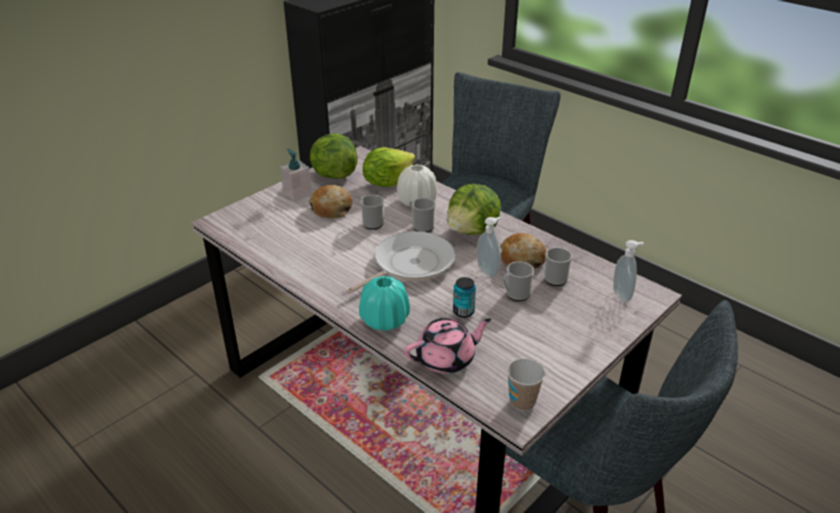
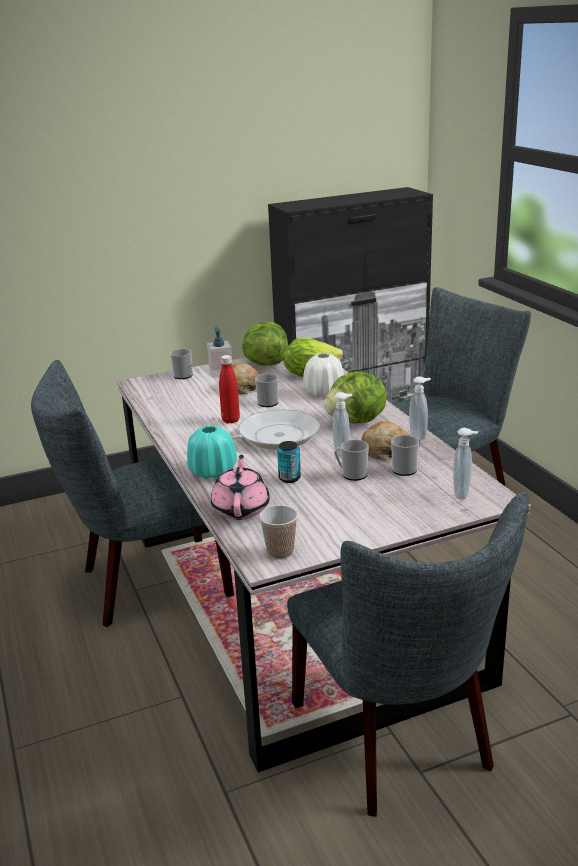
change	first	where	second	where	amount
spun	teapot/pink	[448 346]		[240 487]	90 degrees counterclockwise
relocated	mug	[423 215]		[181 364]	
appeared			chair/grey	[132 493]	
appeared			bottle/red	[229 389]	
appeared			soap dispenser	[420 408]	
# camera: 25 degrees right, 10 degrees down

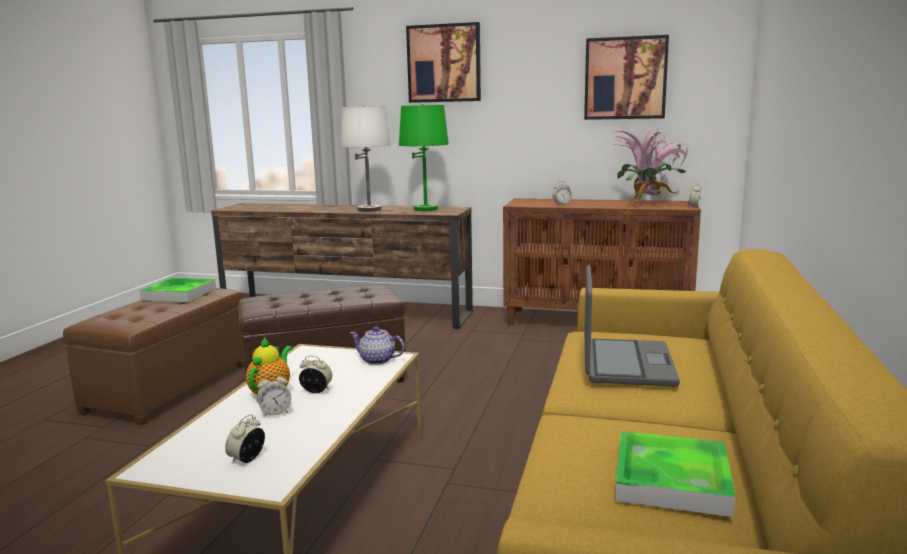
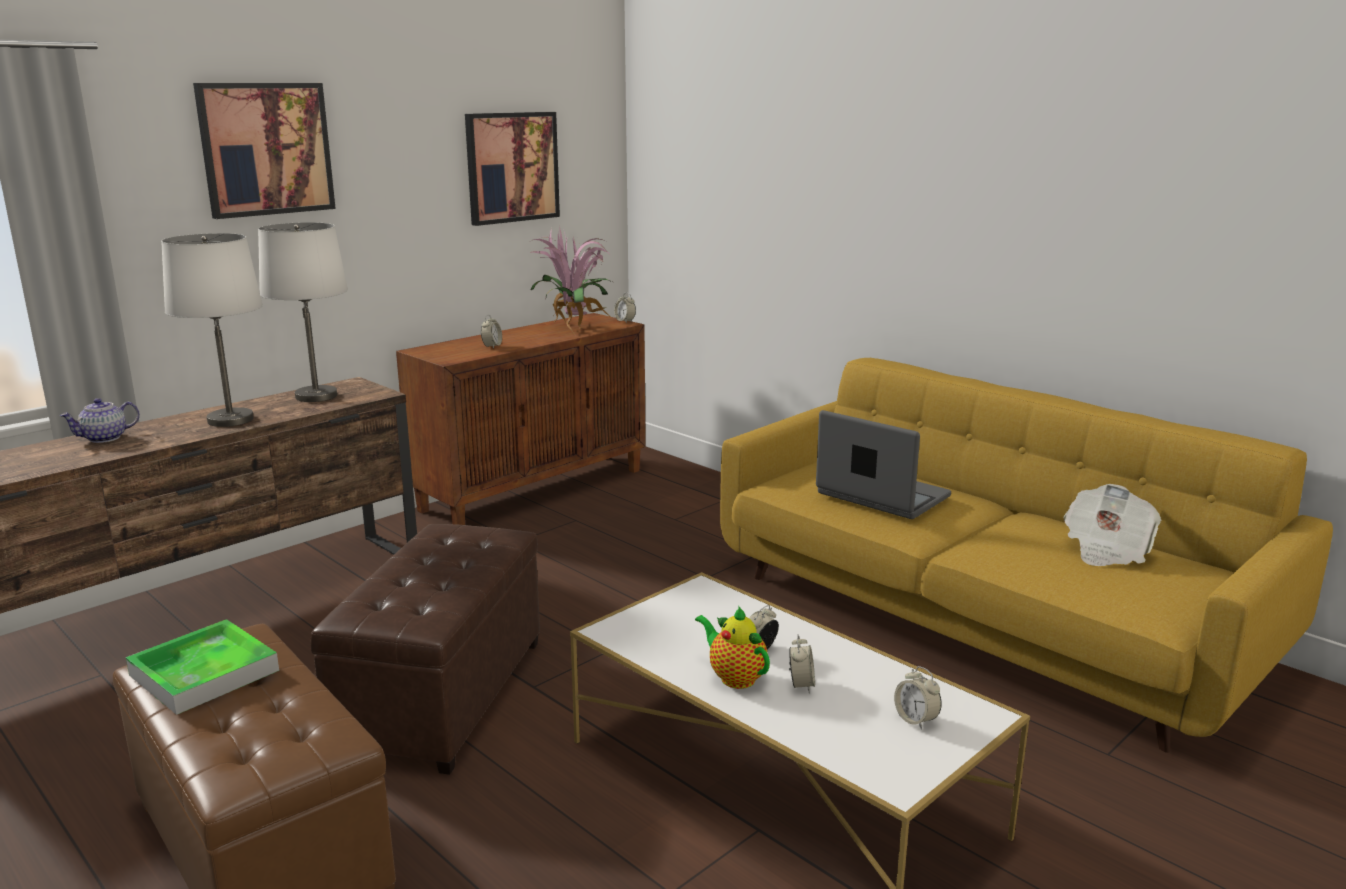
change	first	where	second	where	amount
relocated	teapot	[377 346]		[99 420]	
colour	table lamp/green	[424 157]	table lamp/white	[303 312]	
exchanged	tray	[675 474]	newspaper	[1112 525]	
# camera: 60 degrees left, 5 degrees up

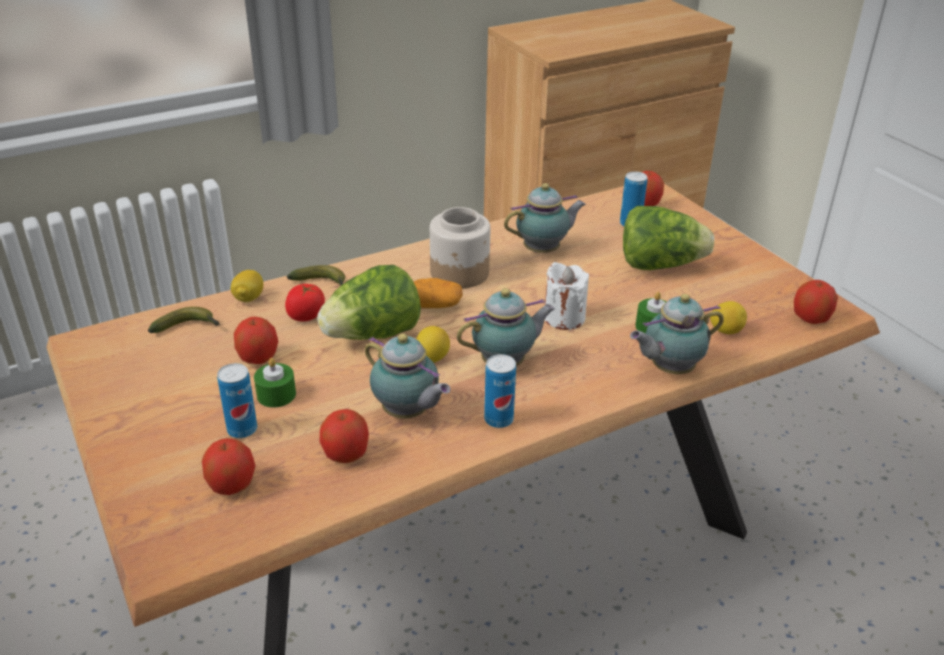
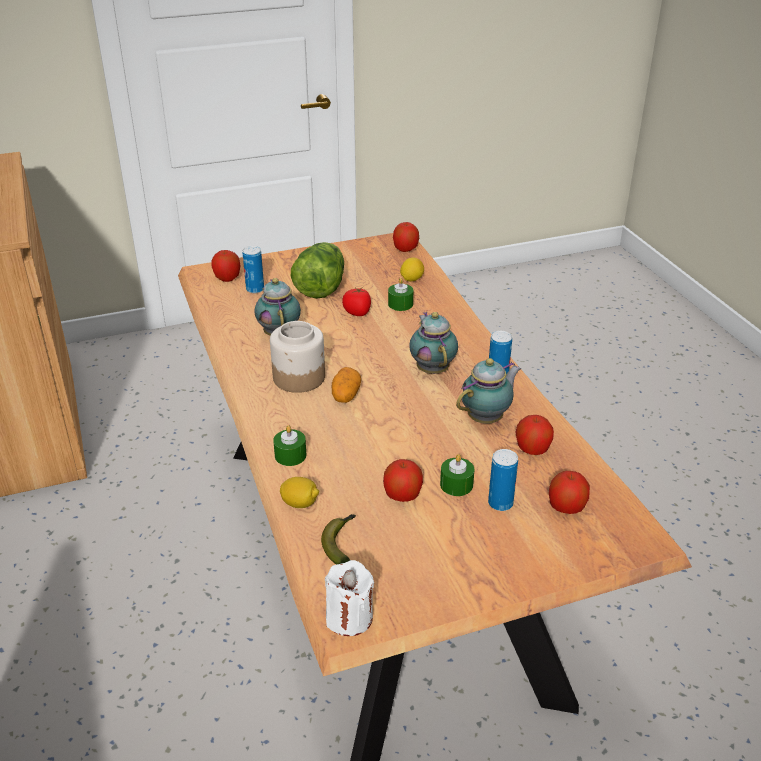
change	first	where	second	where	amount
relocated	tomato	[305 302]		[356 301]	
exchanged	banana	[316 275]	candle/green	[290 445]	
missing	lettuce	[369 302]			
missing	lemon	[433 344]			
relocated	candle/white	[567 296]		[349 598]	
missing	teapot	[677 334]			
# camera: 80 degrees left, 0 degrees up

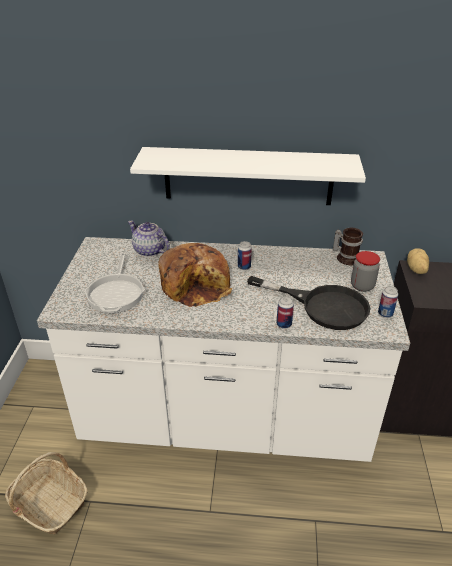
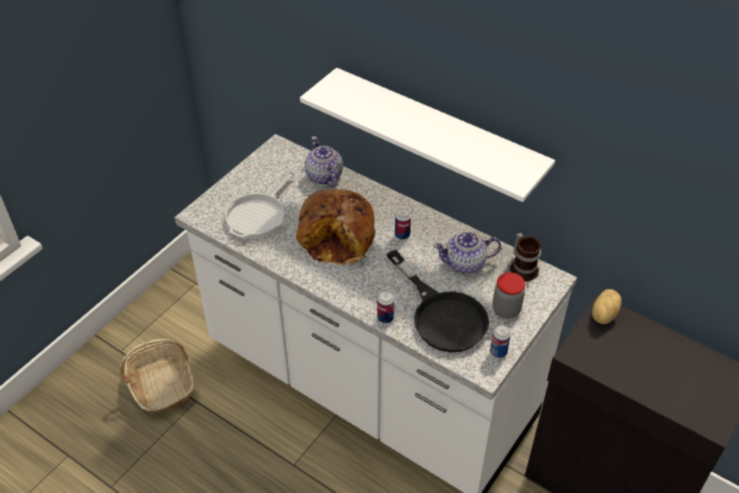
change	first	where	second	where	amount
appeared			teapot	[467 252]	
# camera: 30 degrees right, 10 degrees up

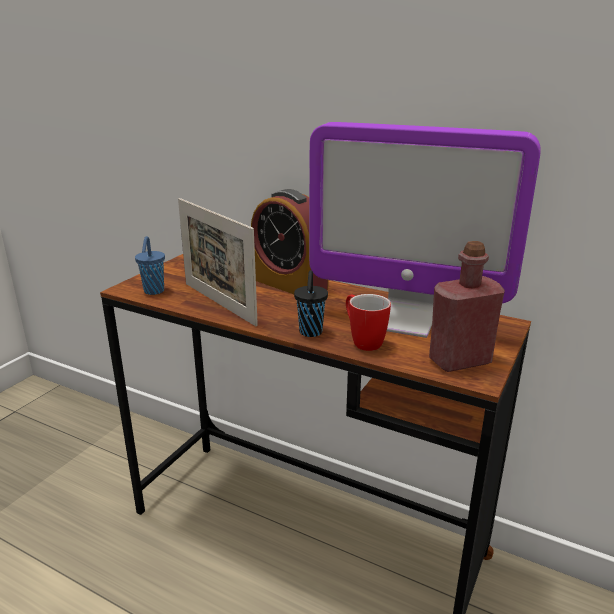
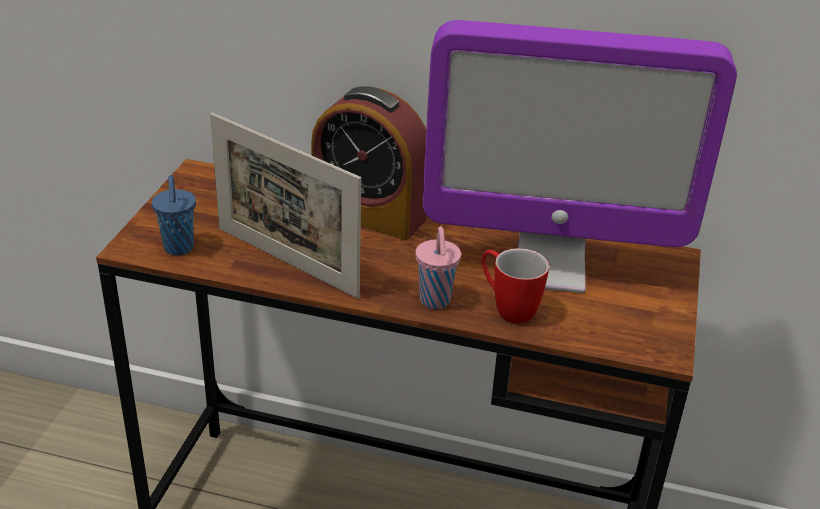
change	first	where	second	where	amount
colour	cup/black	[311 303]	cup/pink	[438 267]	
missing	bottle/red	[467 306]			
# camera: 15 degrees left, 10 degrees up

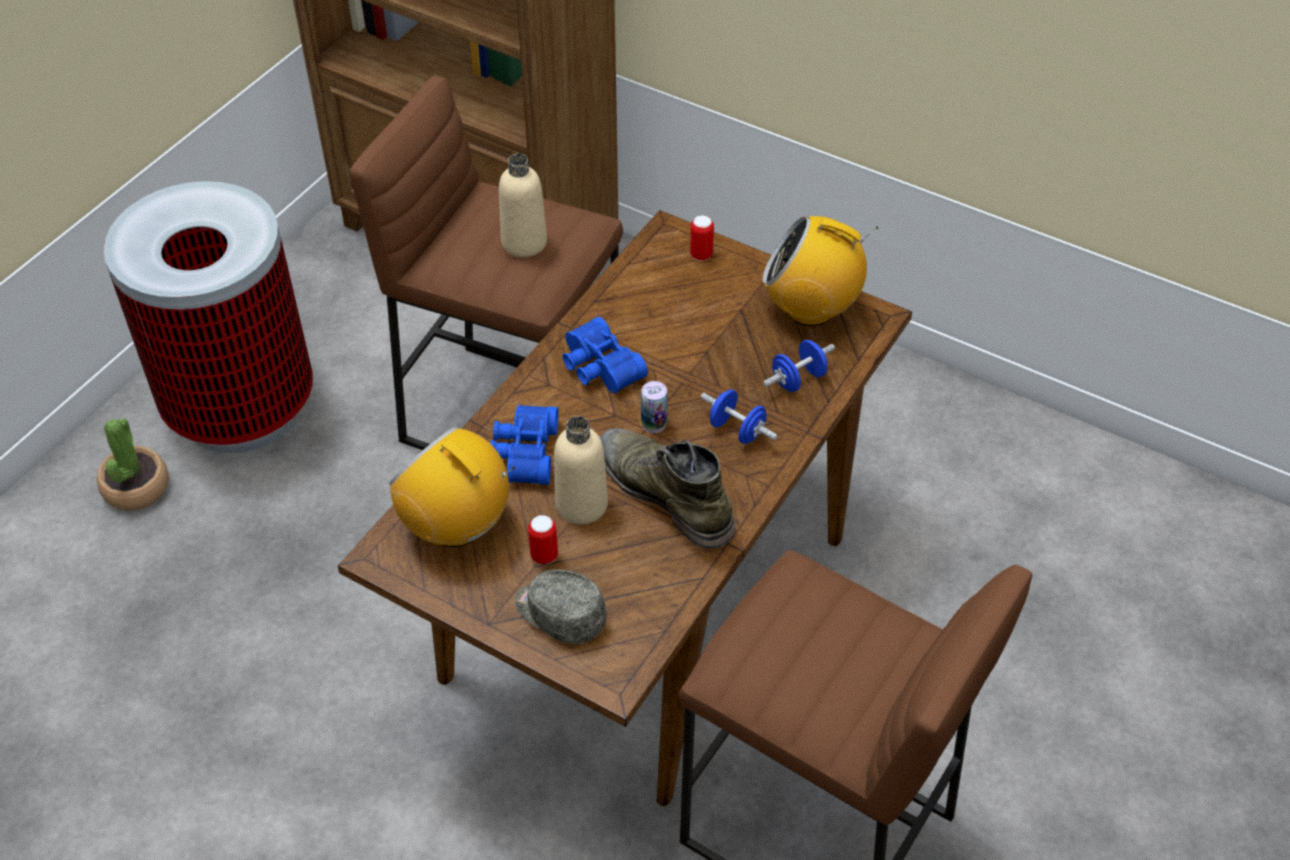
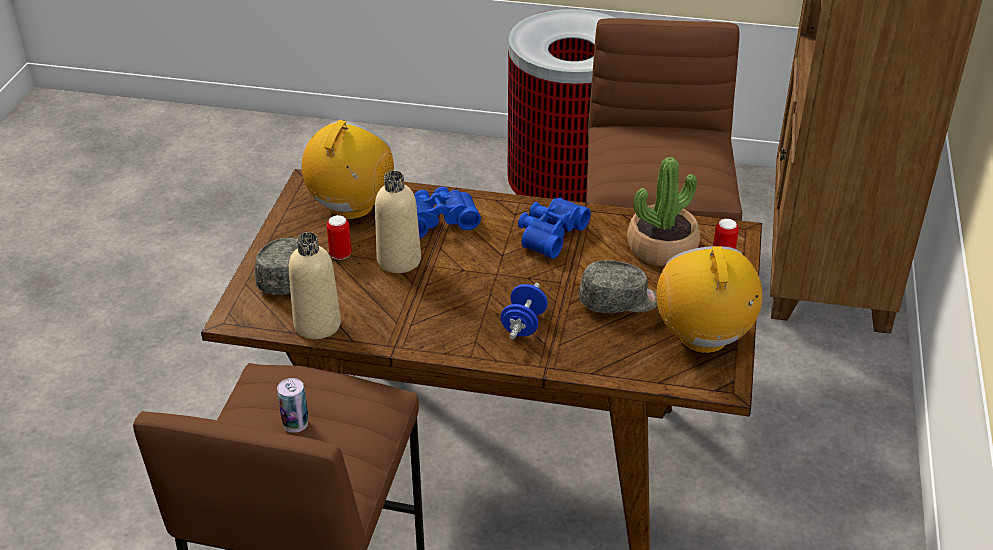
change	first	where	second	where	amount
relocated	potted plant	[133 464]		[663 211]	
relocated	bottle/beige	[523 205]		[315 285]	
missing	boot/green	[667 488]			
relocated	can	[654 407]		[293 405]	
missing	dumbbell/blue	[799 366]			
appeared			cap/grey	[618 286]	
# camera: 70 degrees right, 10 degrees down

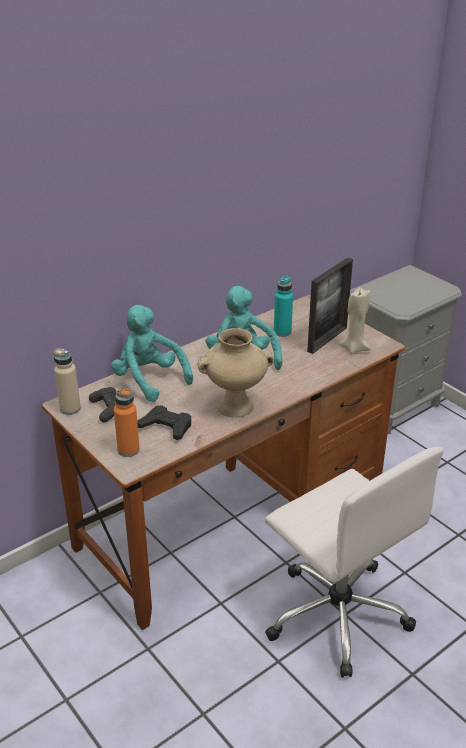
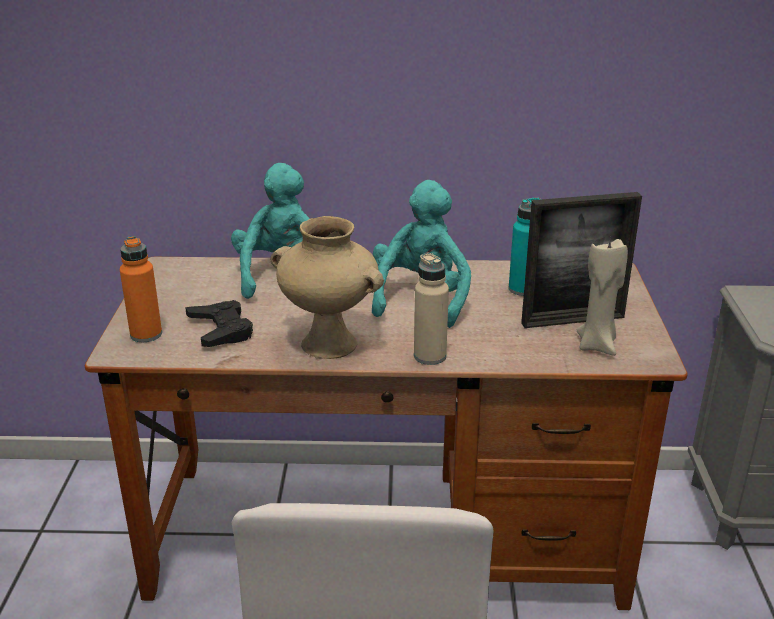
change	first	where	second	where	amount
relocated	bottle/beige	[67 381]		[431 309]	
missing	game controller/black	[103 404]			
# camera: 40 degrees right, 5 degrees down

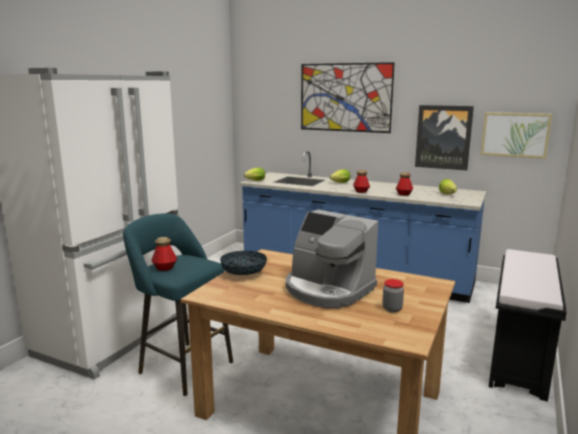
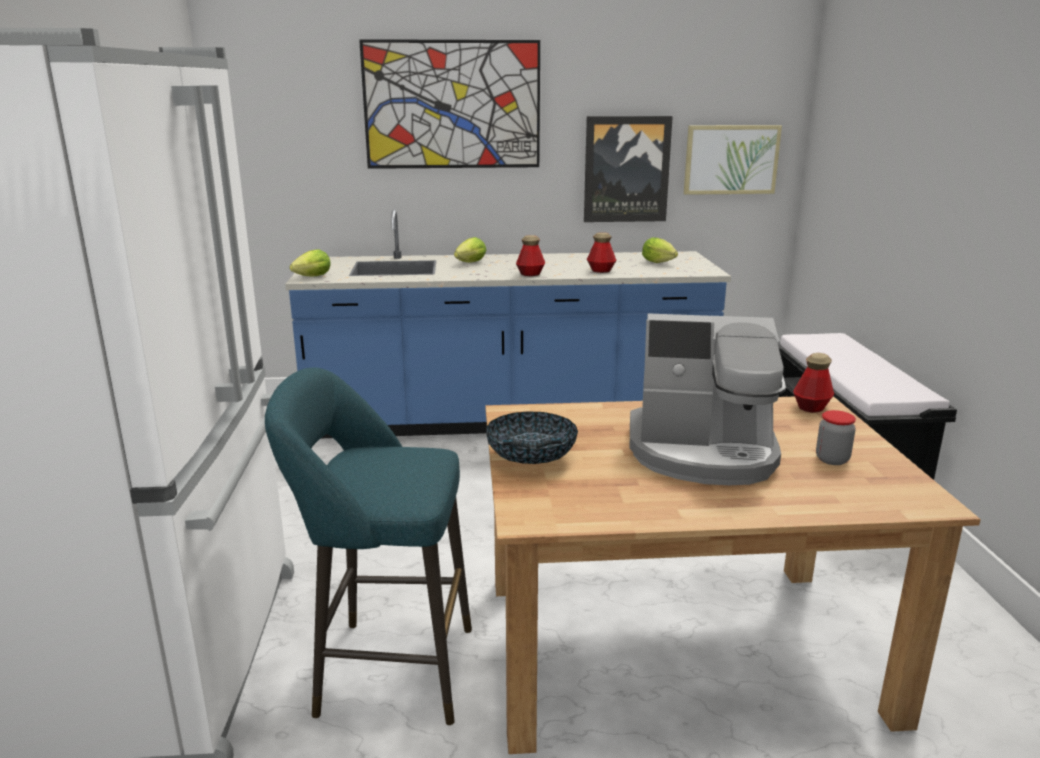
change	first	where	second	where	amount
relocated	bottle	[164 254]		[813 383]	
# camera: 30 degrees left, 5 degrees up

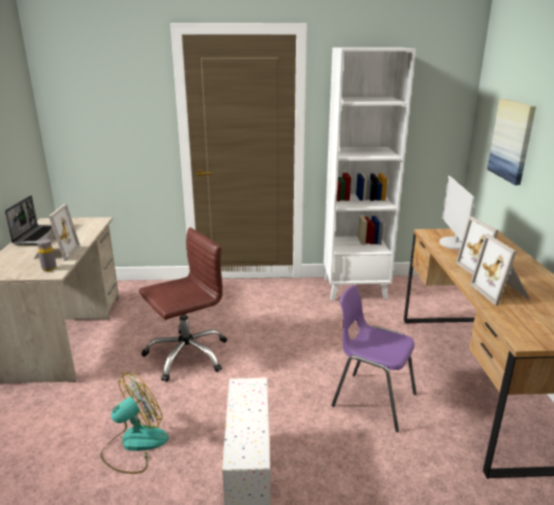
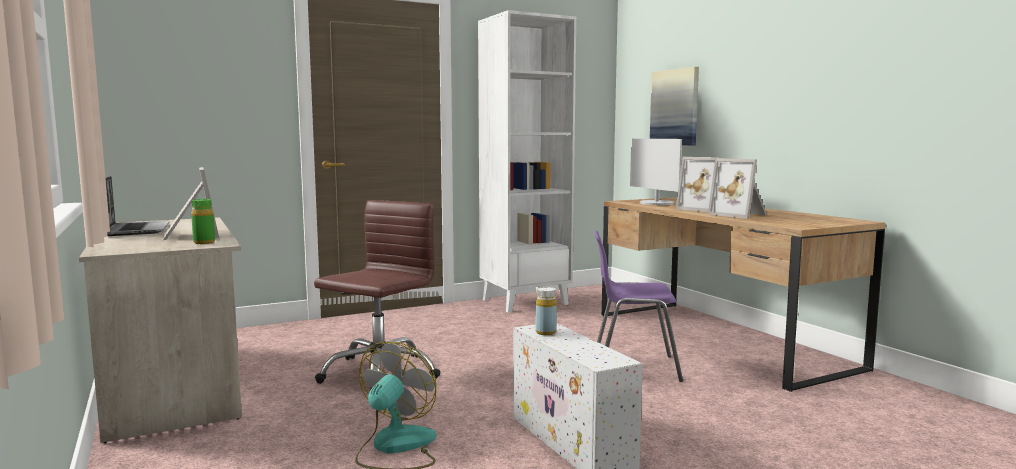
change	first	where	second	where	amount
colour	bottle/grey	[47 255]	bottle/green	[203 221]	
appeared			bottle/yellow	[546 311]	
# camera: 25 degrees left, 15 degrees down

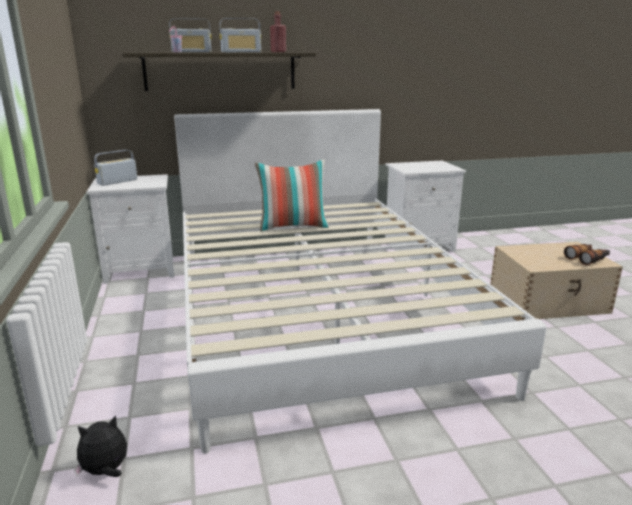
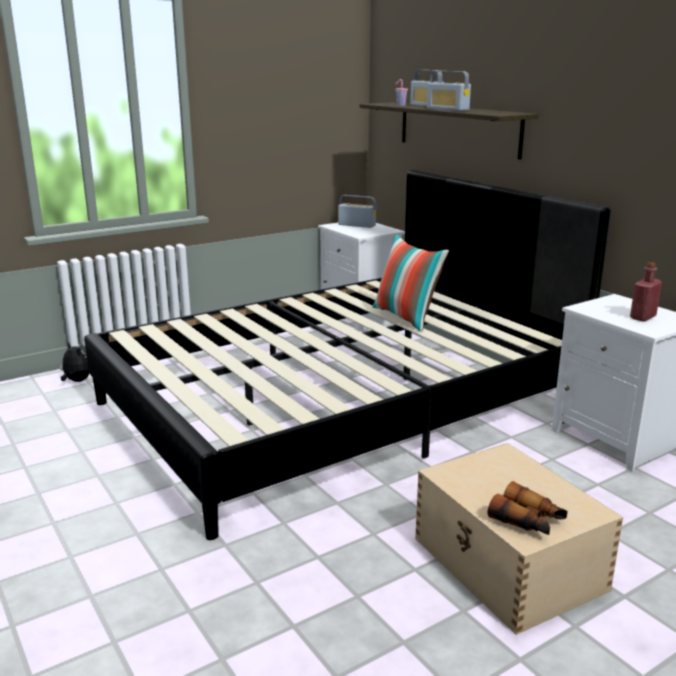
change	first	where	second	where	amount
colour	bed/white	[360 281]	bed/black	[347 355]	
relocated	bottle/red	[278 31]		[646 292]	
# camera: 70 degrees right, 0 degrees up

